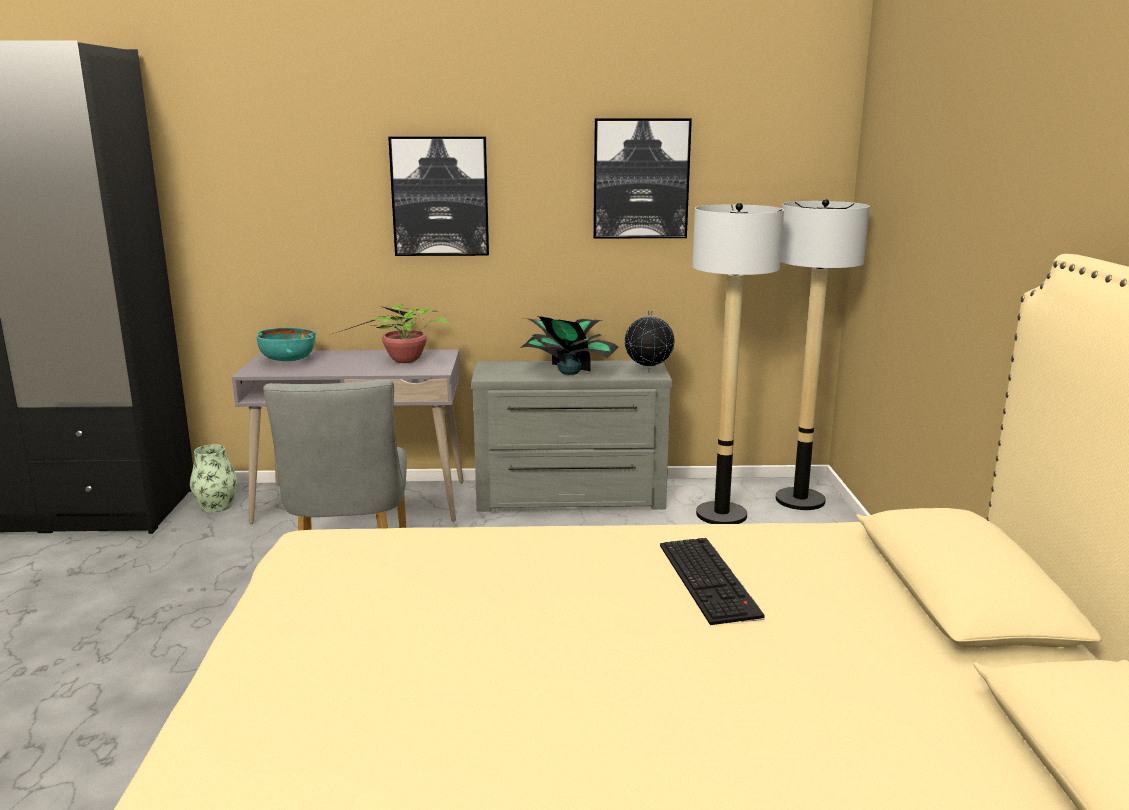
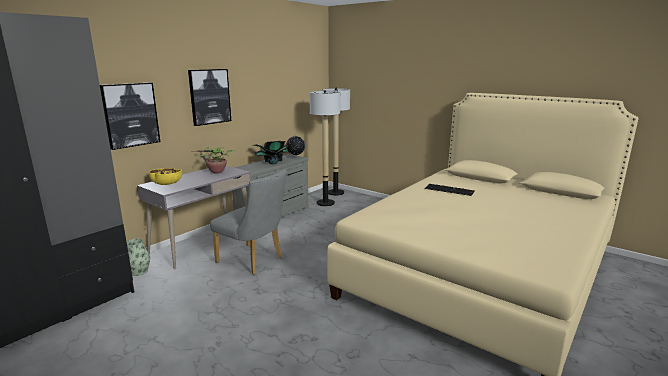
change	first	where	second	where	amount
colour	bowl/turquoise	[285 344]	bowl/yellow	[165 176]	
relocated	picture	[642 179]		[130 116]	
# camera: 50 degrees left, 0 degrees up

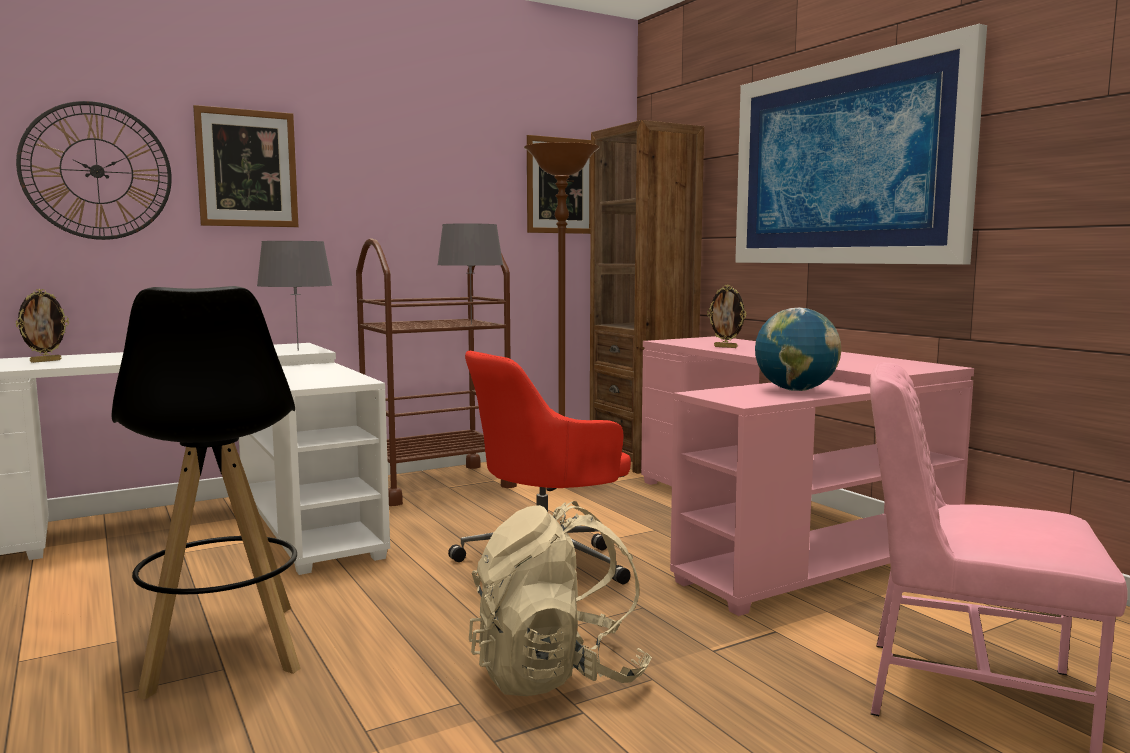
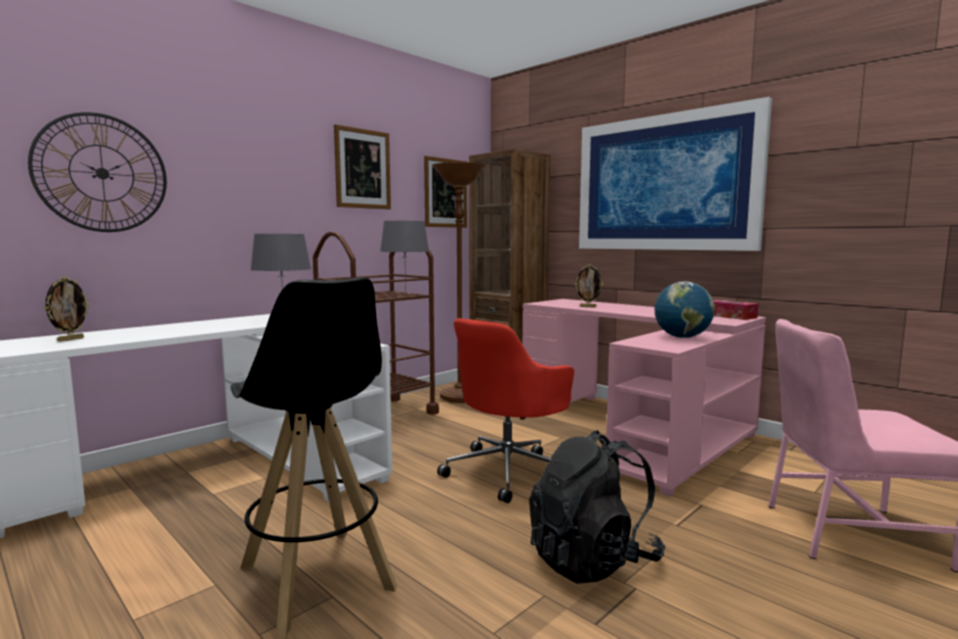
change	first	where	second	where	amount
relocated	picture	[246 166]		[362 166]	
colour	backpack/beige	[560 598]	backpack/black	[597 507]	
appeared			tissue box	[735 310]	
# camera: 15 degrees left, 0 degrees up

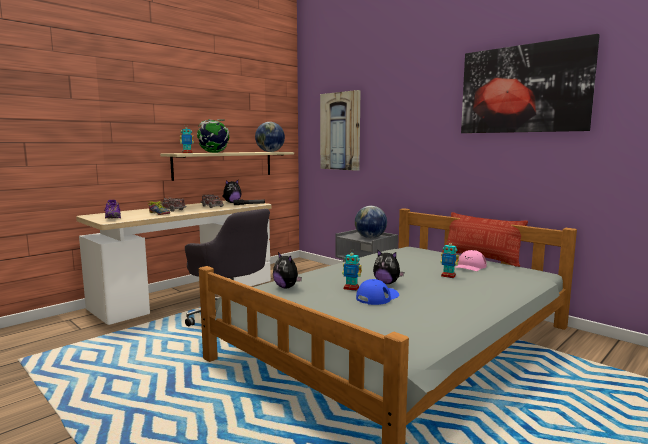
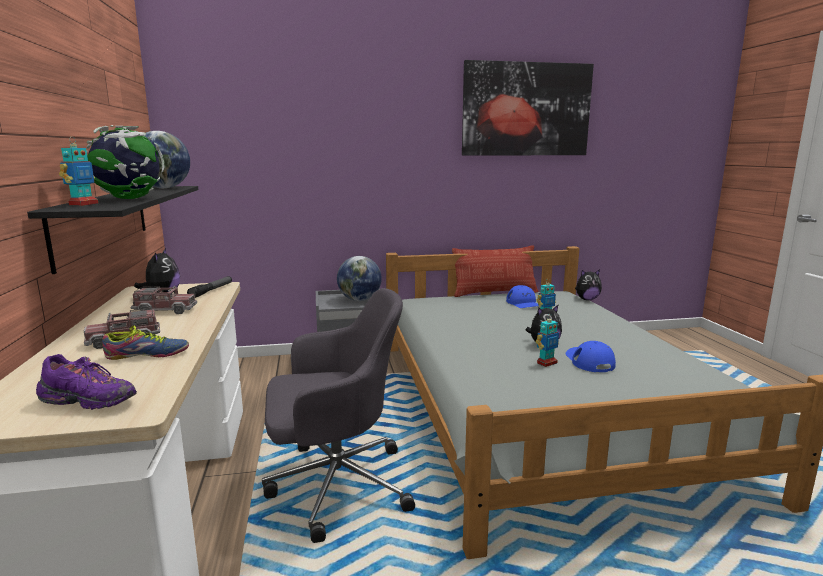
change	first	where	second	where	amount
colour	shelf/beige	[227 166]	shelf/black	[112 230]	
relocated	plush toy	[287 270]		[588 284]	
missing	picture	[340 130]			
colour	cap/pink	[470 260]	cap/blue	[522 296]	
# camera: 55 degrees left, 5 degrees up

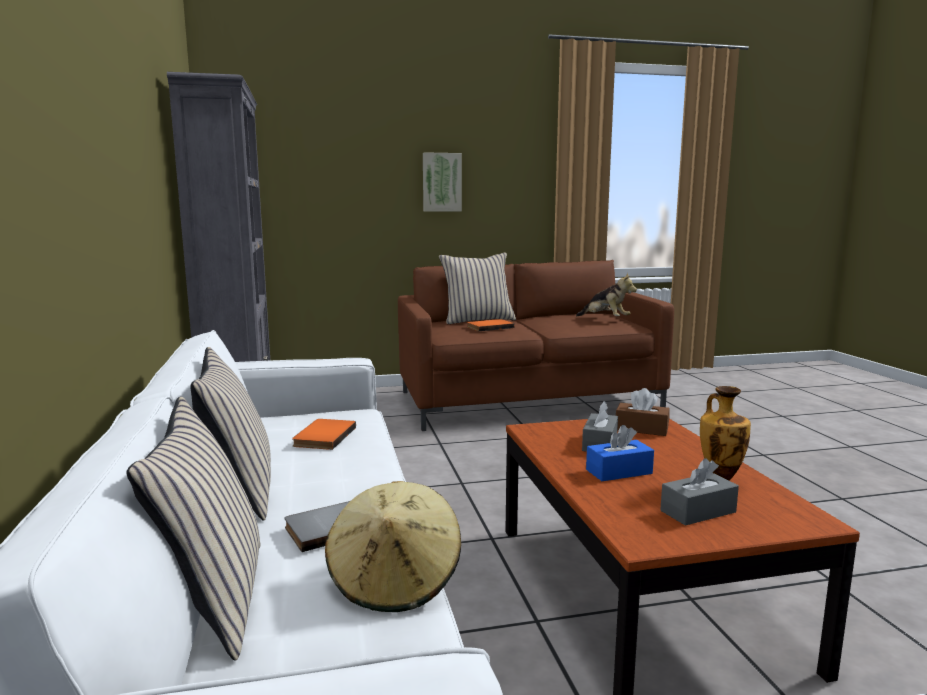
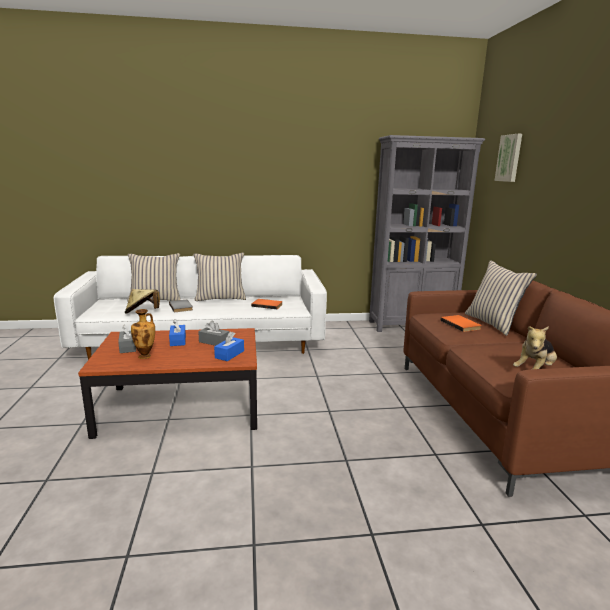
change	first	where	second	where	amount
relocated	picture	[442 182]		[508 158]	
colour	tissue box/brown	[643 412]	tissue box/blue	[229 346]	
# camera: 95 degrees right, 5 degrees up

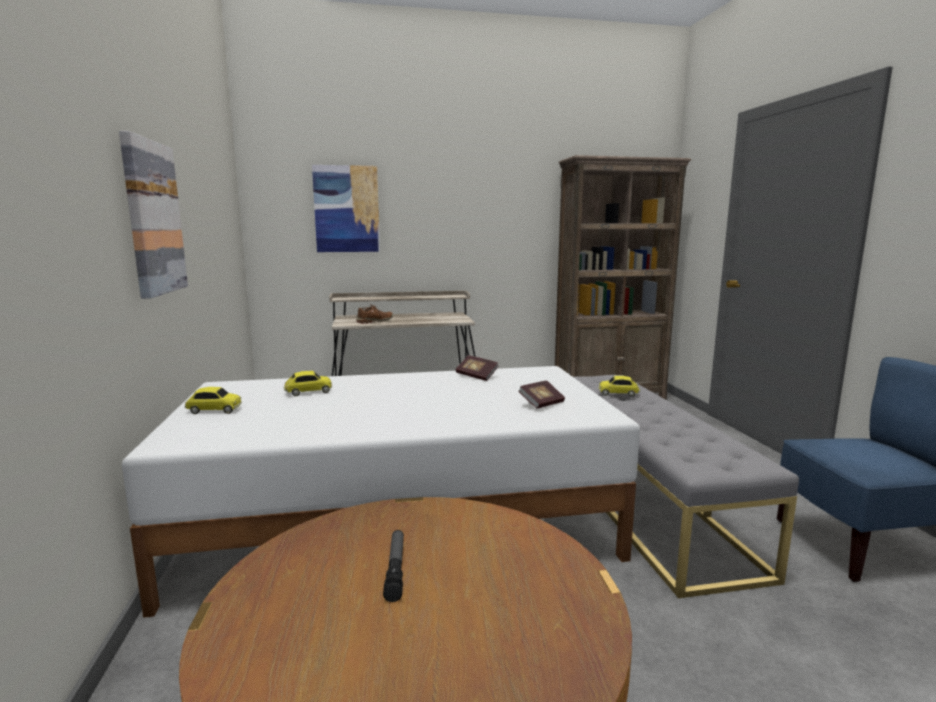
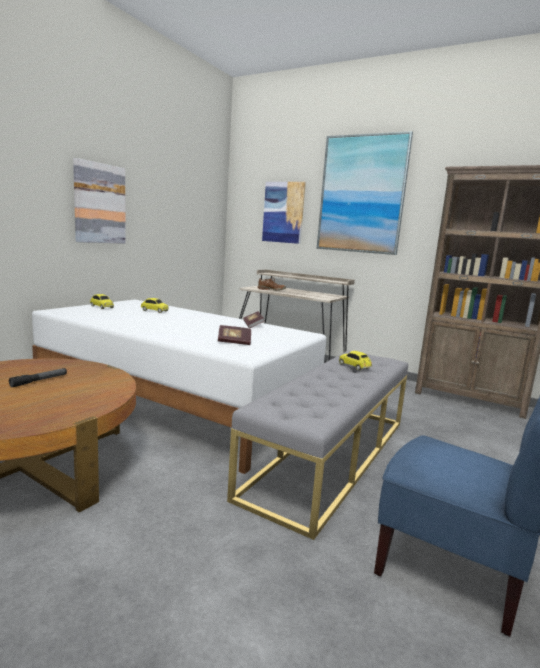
change	first	where	second	where	amount
appeared			picture	[365 193]	
# camera: 40 degrees right, 0 degrees up

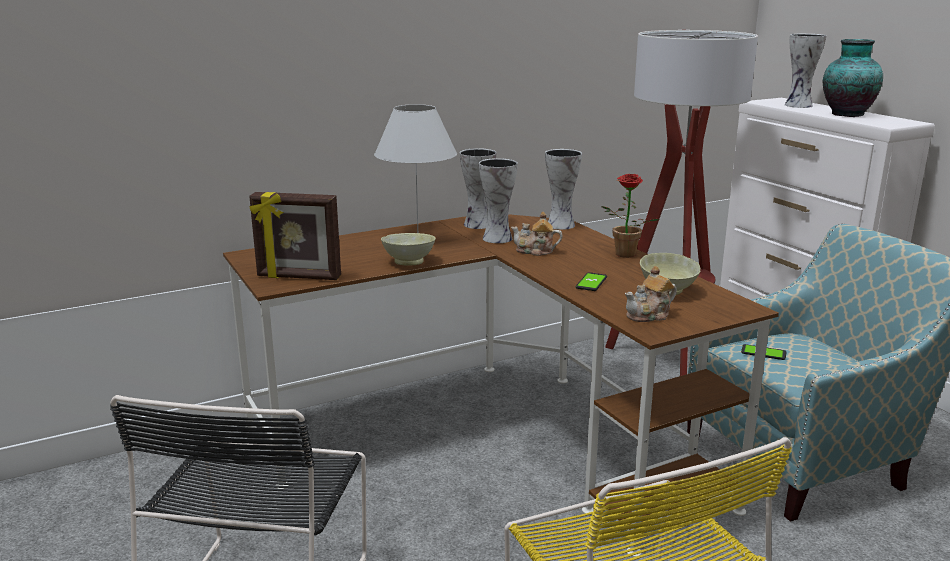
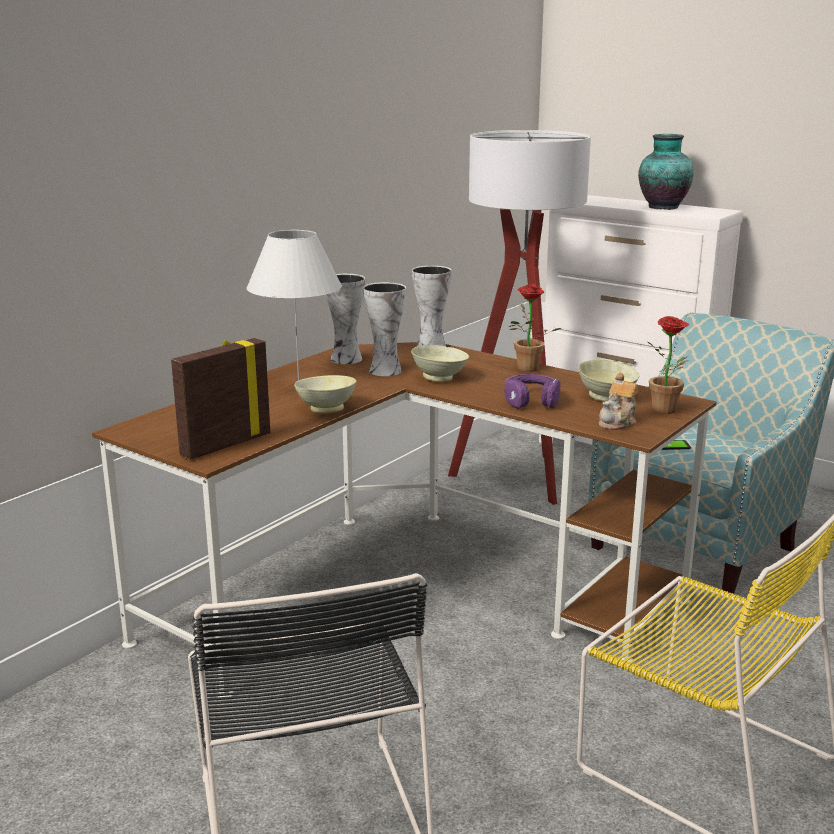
change	first	where	second	where	amount
spun	picture frame	[295 236]		[220 399]	150 degrees clockwise
exchanged	teapot	[537 234]	bowl/beige	[440 363]	
exchanged	phone	[591 281]	headphones/purple	[532 391]	
missing	vase	[806 71]			
appeared			potted plant	[668 365]	
# camera: 25 degrees left, 0 degrees up

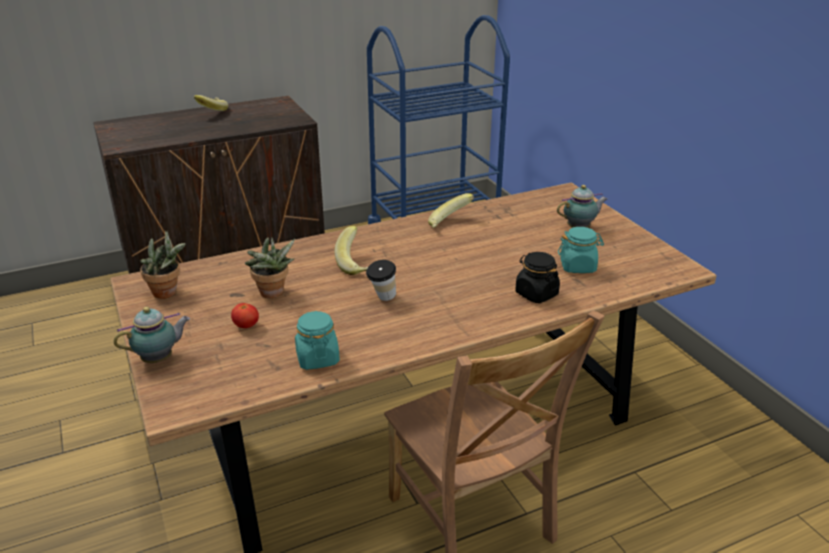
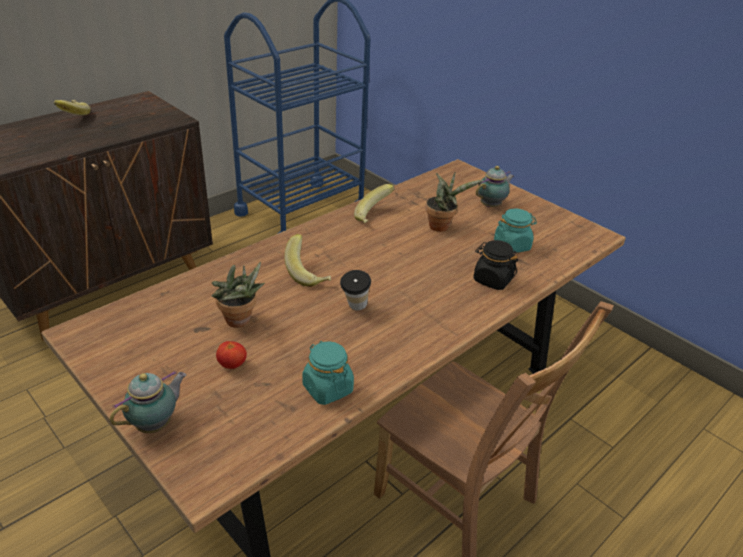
change	first	where	second	where	amount
relocated	potted plant	[162 265]		[454 202]	
# camera: 20 degrees left, 5 degrees up

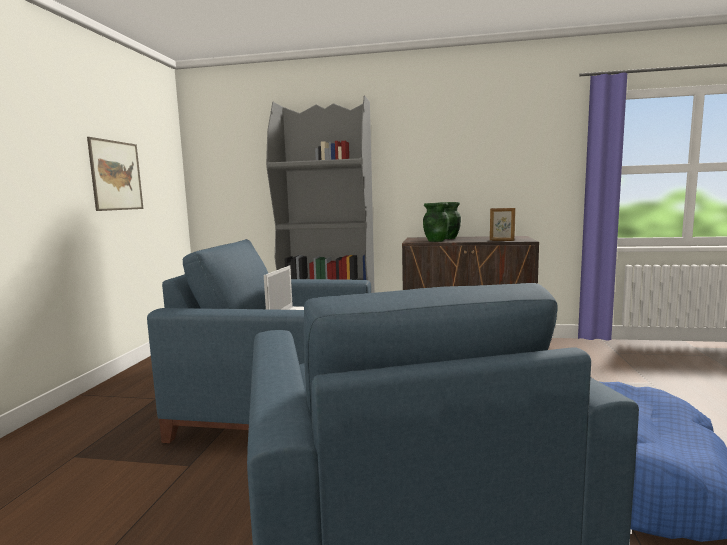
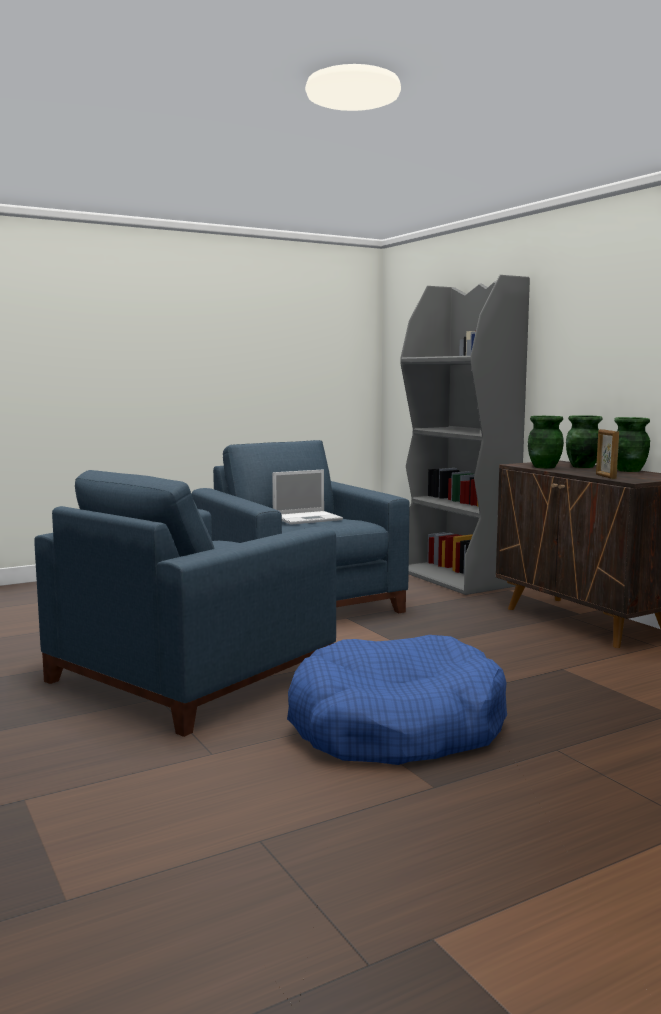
change	first	where	second	where	amount
missing	picture	[115 174]			
appeared			vase/green	[632 444]	
# camera: 50 degrees right, 0 degrees up

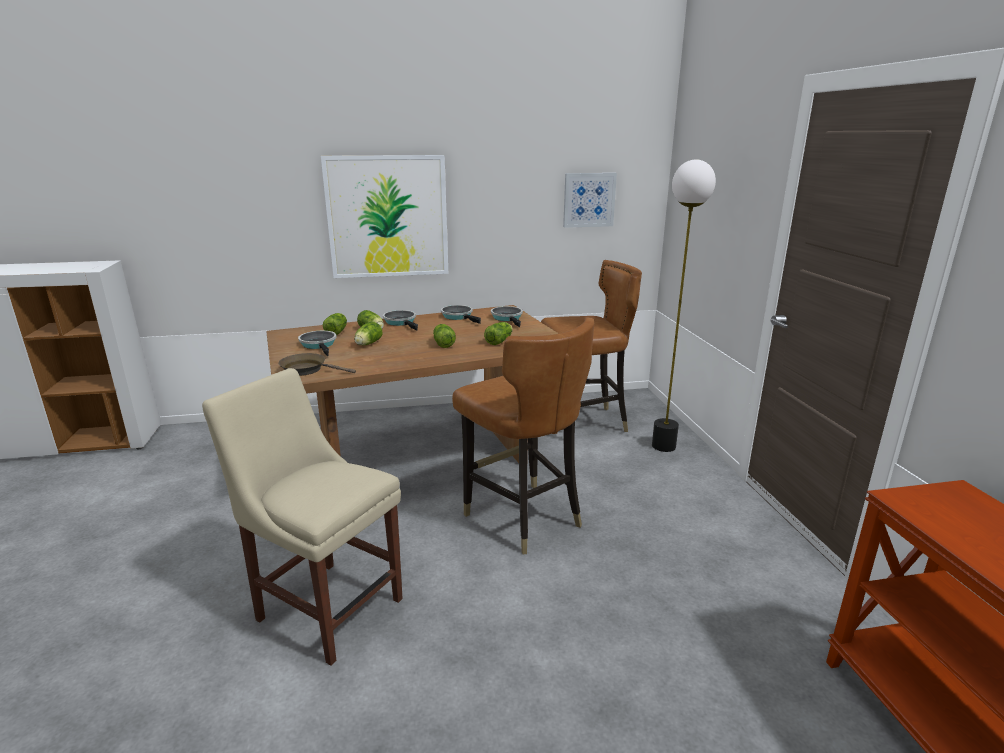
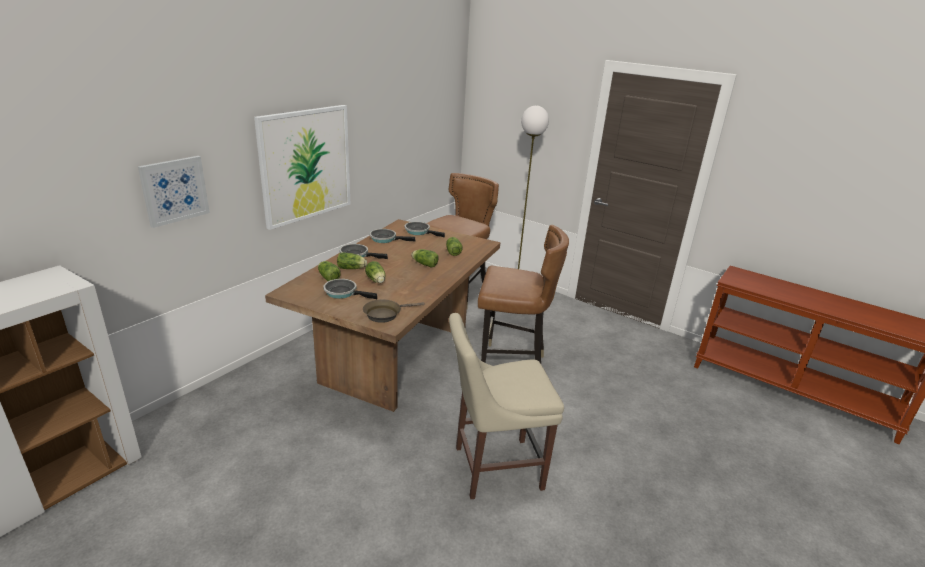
change	first	where	second	where	amount
relocated	picture	[590 200]		[174 192]	
# camera: 45 degrees left, 5 degrees up

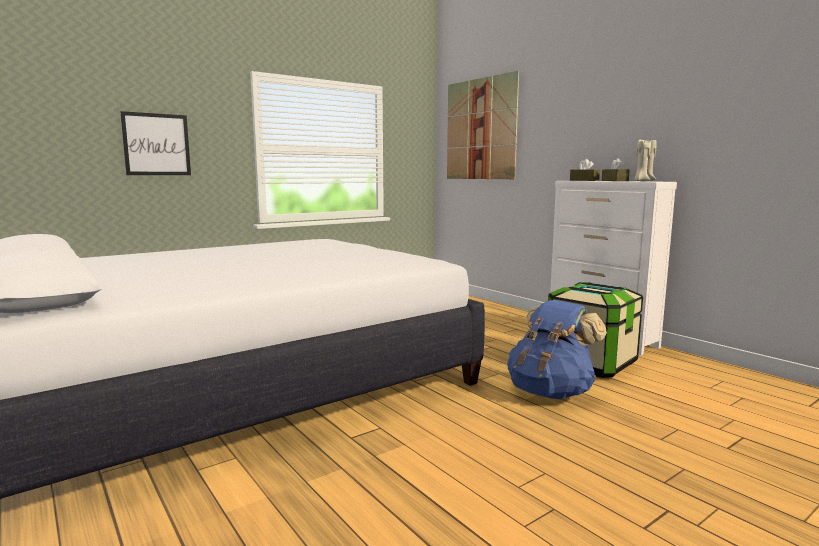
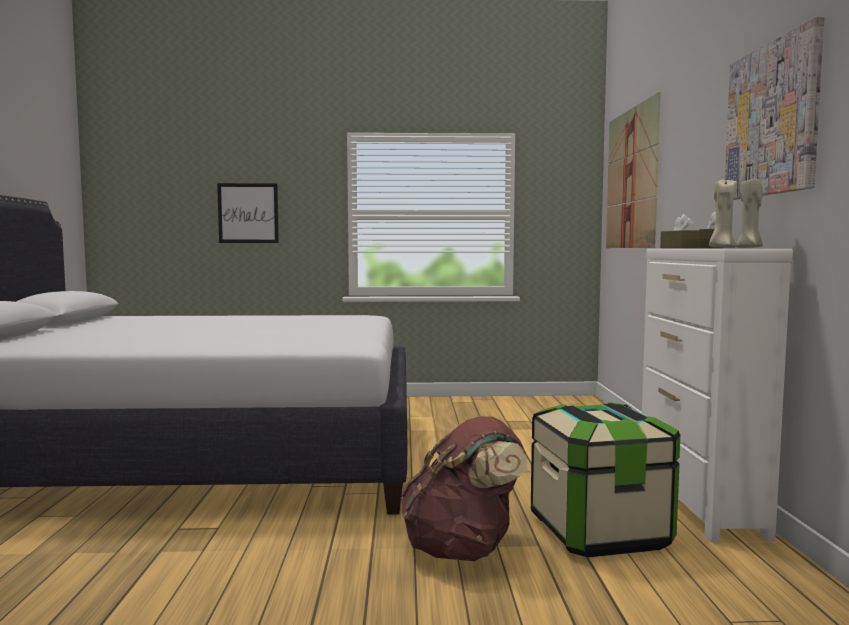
change	first	where	second	where	amount
colour	backpack/blue	[557 349]	backpack/brown	[464 488]	
appeared			picture	[774 108]	
# camera: 35 degrees right, 5 degrees down

